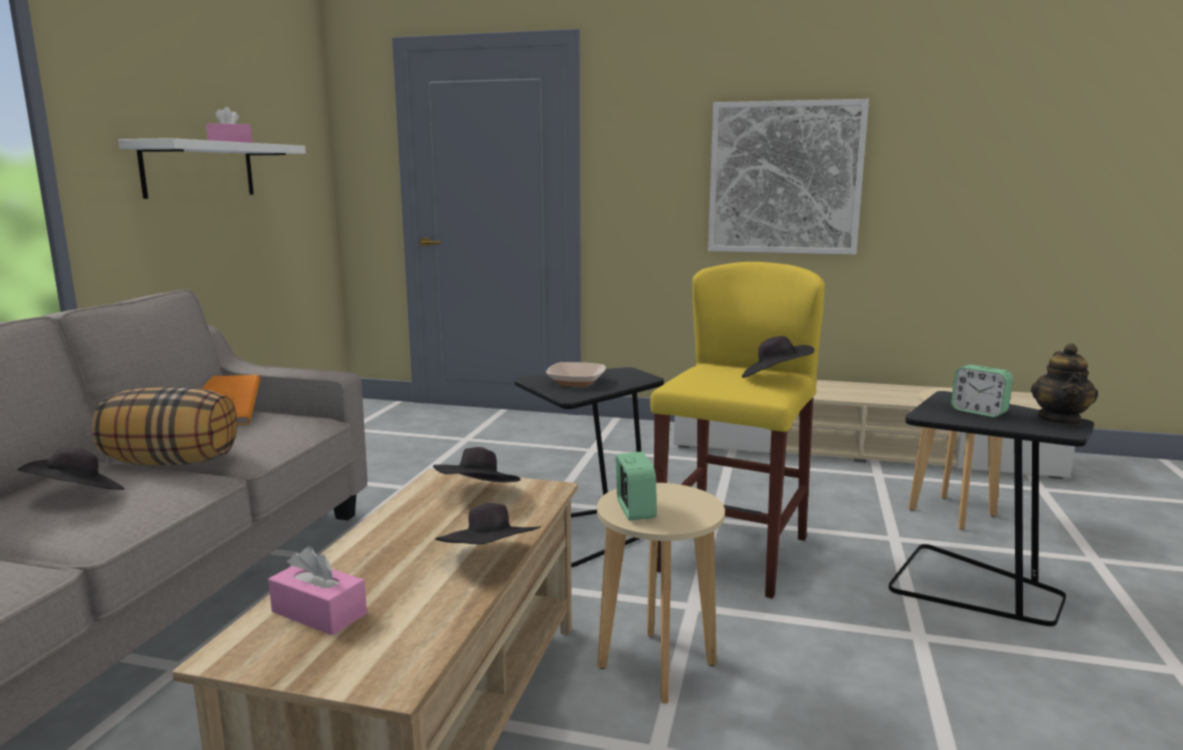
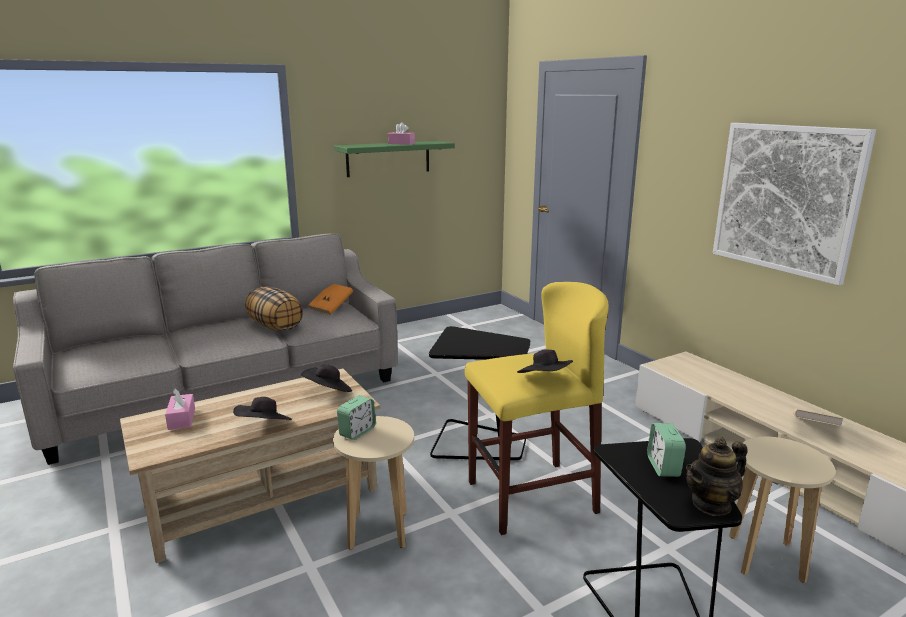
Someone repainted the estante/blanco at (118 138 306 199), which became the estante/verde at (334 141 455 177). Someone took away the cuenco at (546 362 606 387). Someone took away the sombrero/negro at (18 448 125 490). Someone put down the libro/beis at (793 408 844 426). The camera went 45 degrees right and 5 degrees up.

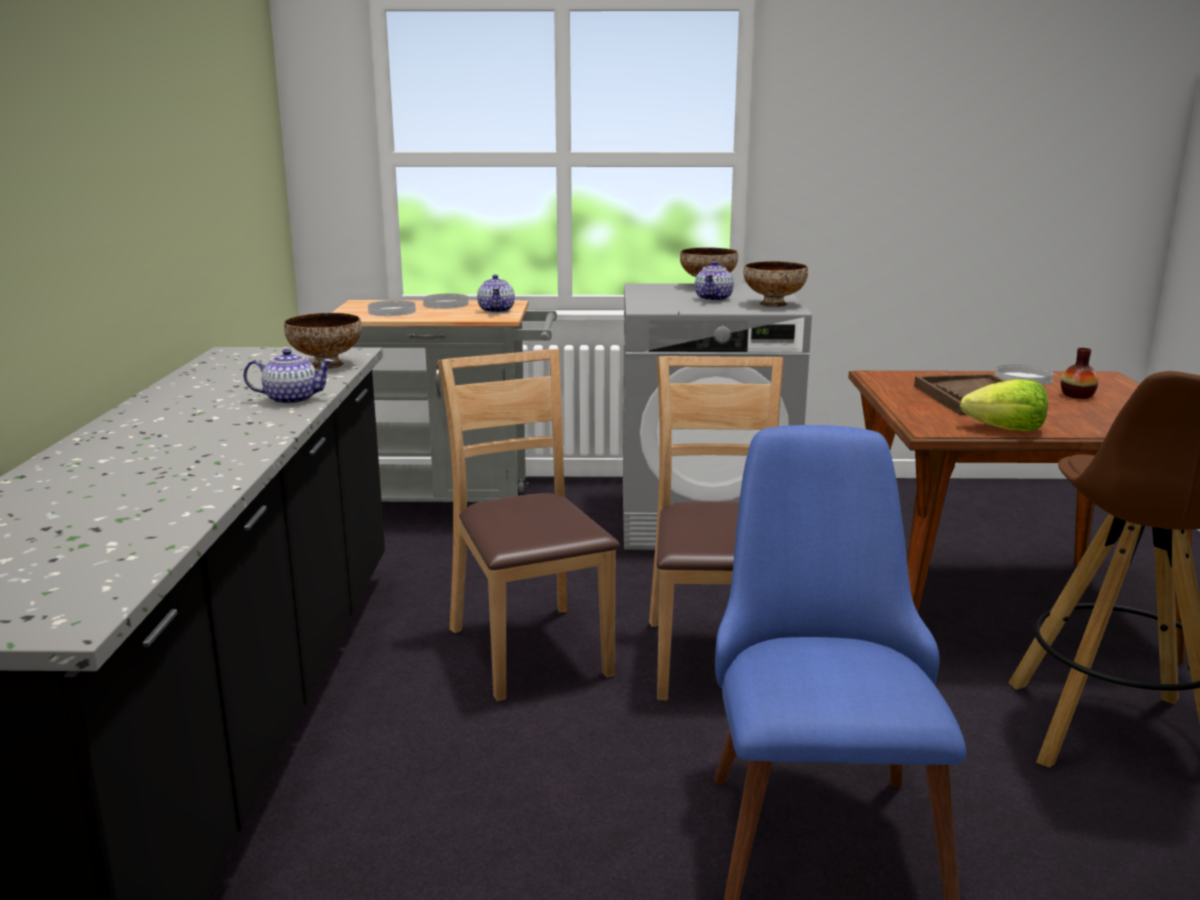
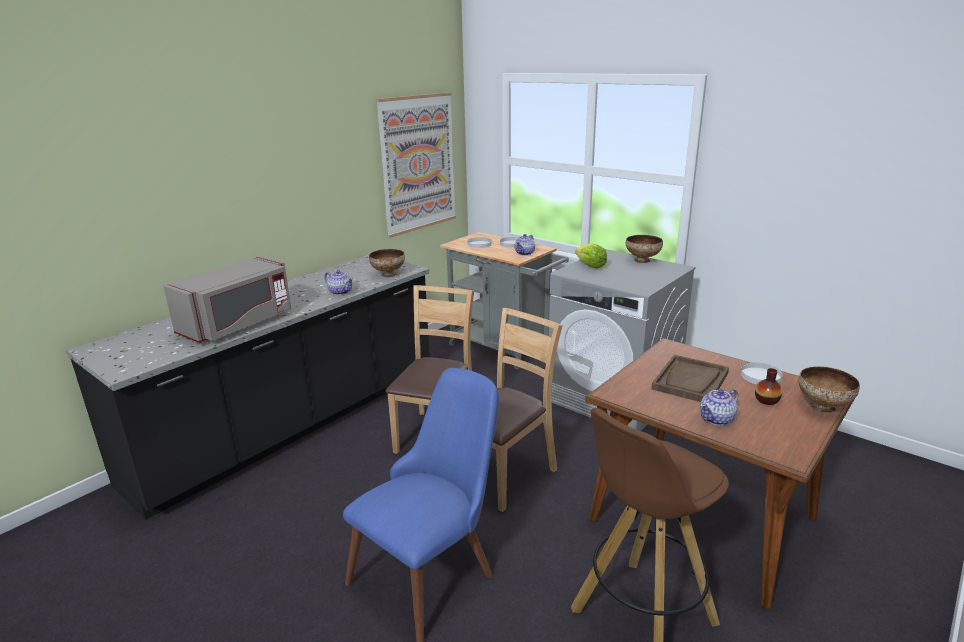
Someone carried the tetera from (695 261 734 301) to (700 389 738 426). Someone carried the cuenco from (744 261 808 307) to (799 366 860 413). Someone carried the lechuga from (960 379 1048 431) to (575 244 607 268). Someone put up the cuadro at (376 92 456 238). Someone put down the microondas/gris at (163 256 291 343). The camera went 40 degrees right and 5 degrees up.

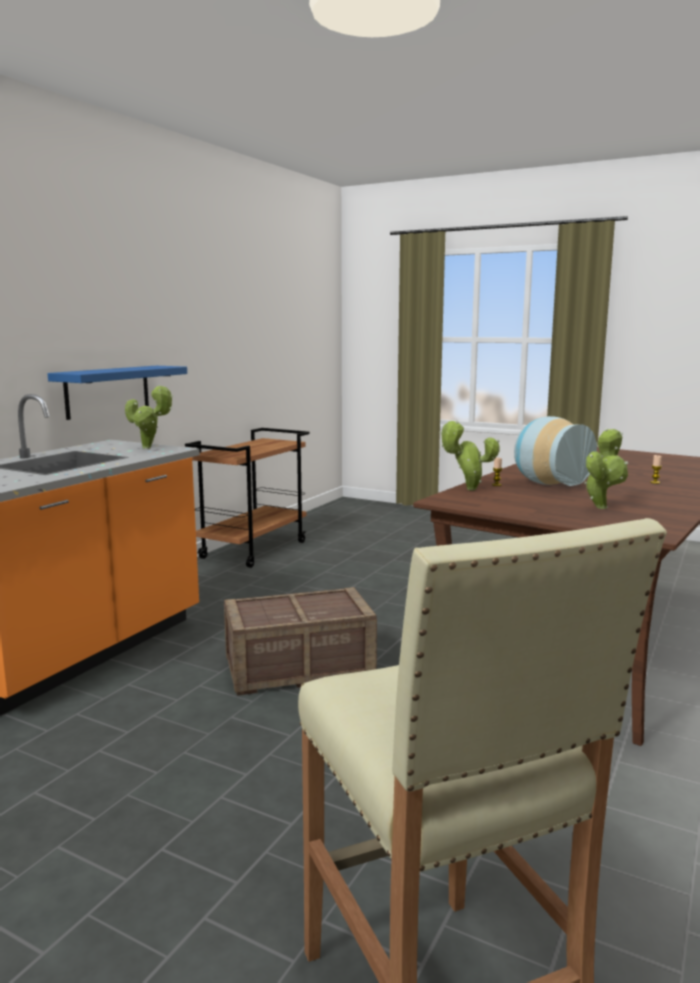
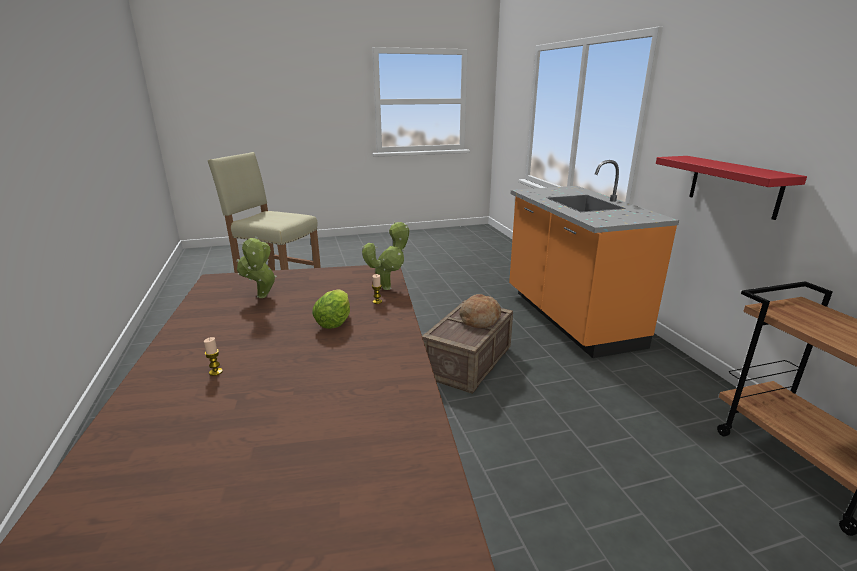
Someone repainted the estante/azul at (48 366 187 420), which became the estante/rojo at (656 156 807 220). Someone took away the planta en maceta at (125 385 173 449). Someone swapped the florero at (514 416 597 486) for the lechuga at (312 289 350 329). Someone put down the pan at (460 294 501 328). The camera went 135 degrees right and 10 degrees up.

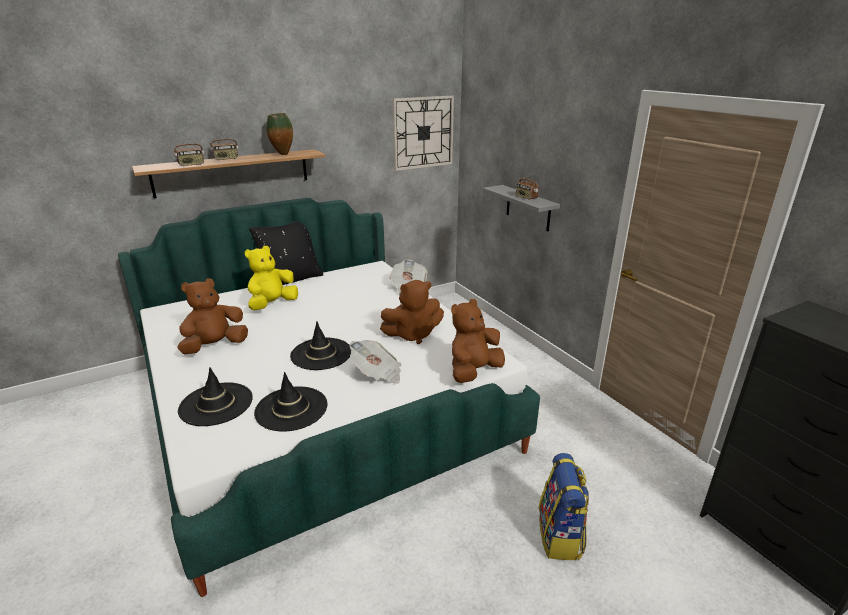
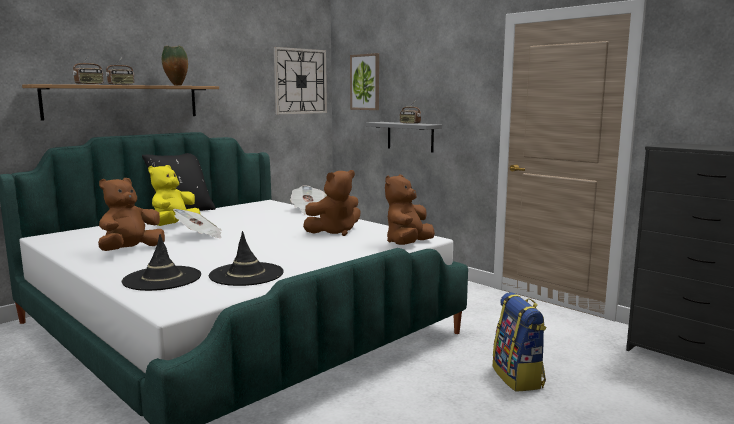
Someone took away the sombrero/negro at (290 321 351 370). Someone carried the periódico from (349 340 401 384) to (173 209 222 238). Someone put up the cuadro at (350 53 379 110). The camera went 15 degrees left and 15 degrees down.

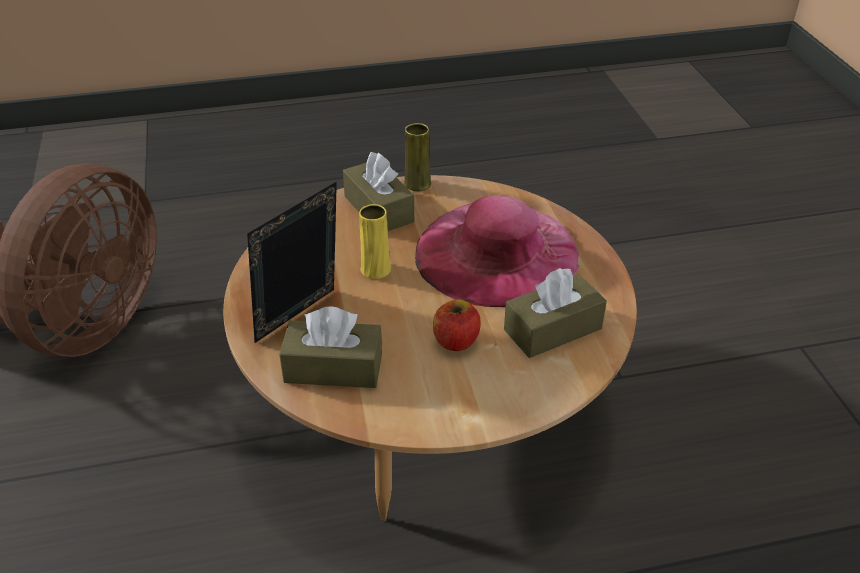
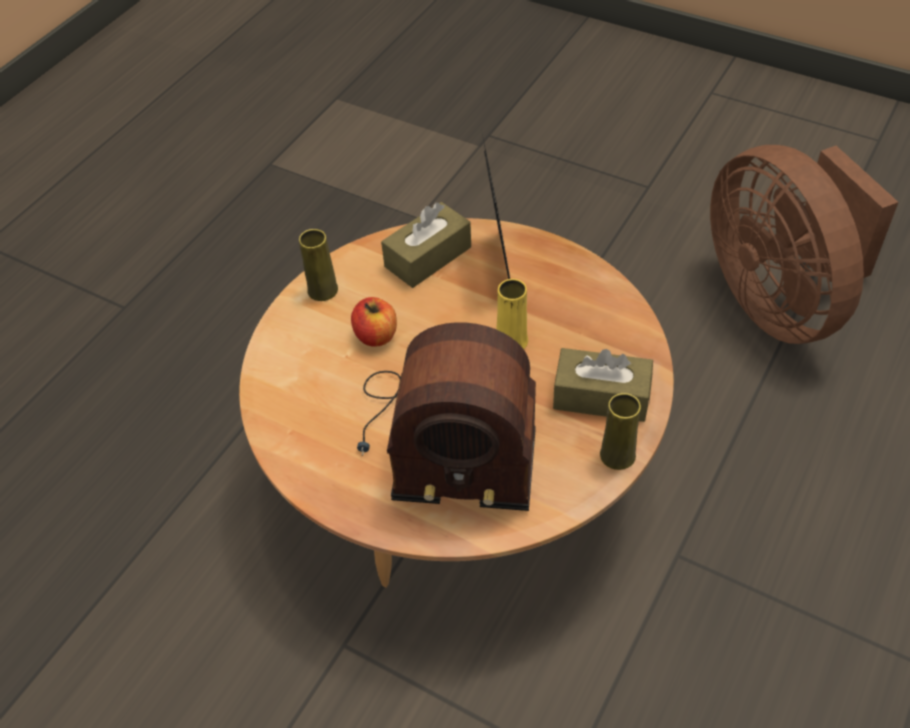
Someone swapped the sombrero/rosa at (415 195 579 307) for the radio at (357 322 536 511). Someone took away the caja de pañuelos/marrón at (504 268 607 358). Someone put down the florero/amarillo at (299 229 338 301). The camera went 135 degrees right and 10 degrees up.

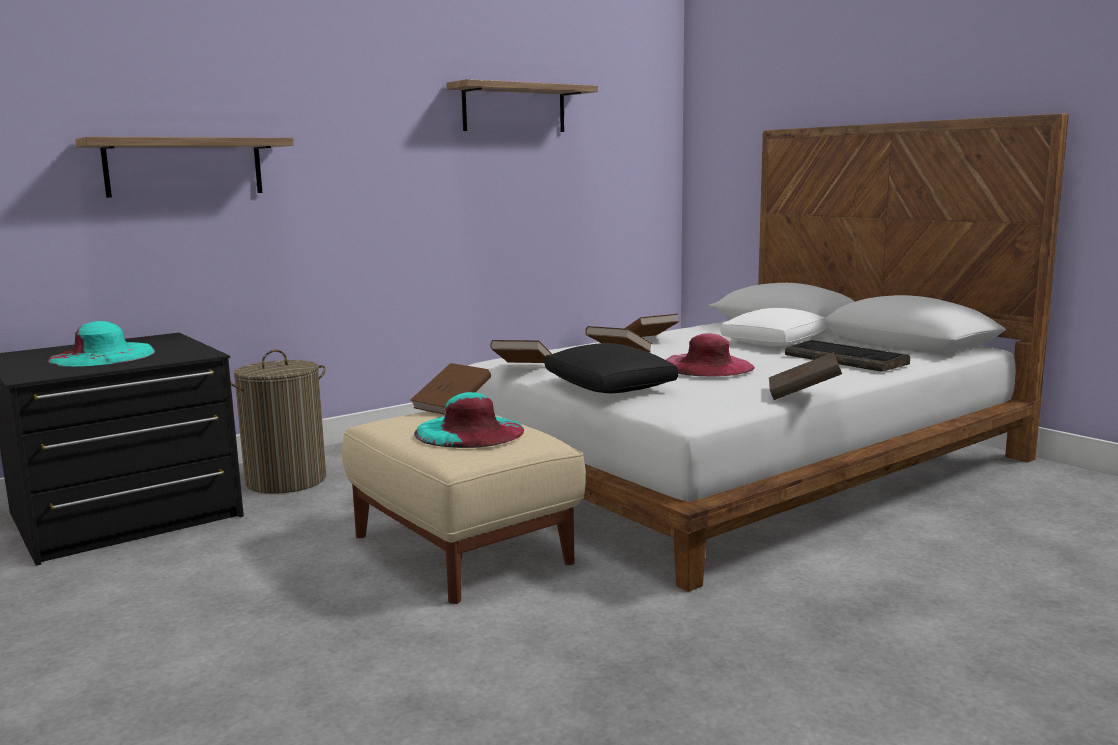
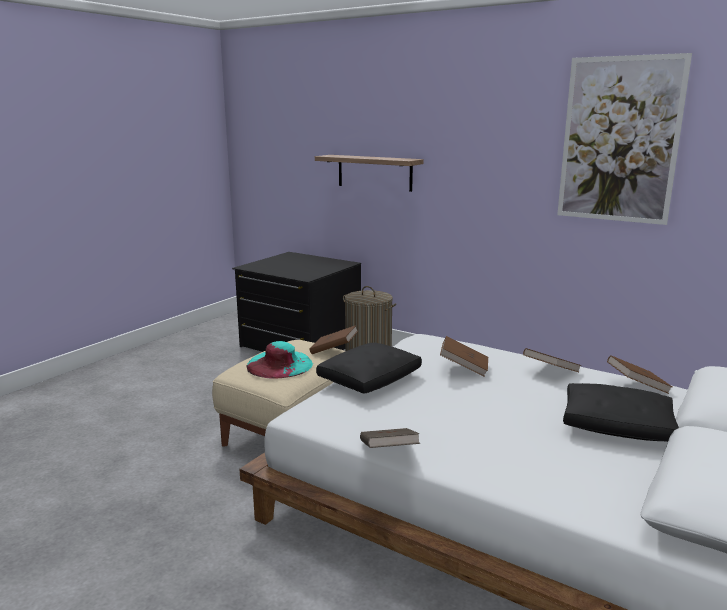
Someone swapped the estante at (446 79 598 132) for the cuadro at (557 53 692 225). Someone repainted the cojín/blanco at (721 308 827 346), which became the cojín/negro at (563 383 679 442). Someone took away the sombrero/turquesa at (48 321 155 366). Someone took away the sombrero/rosa at (666 333 755 376). Someone carried the libro/marrón from (490 340 552 363) to (607 356 672 394). Someone took away the teclado at (785 340 910 372). The camera went 70 degrees right and 5 degrees up.

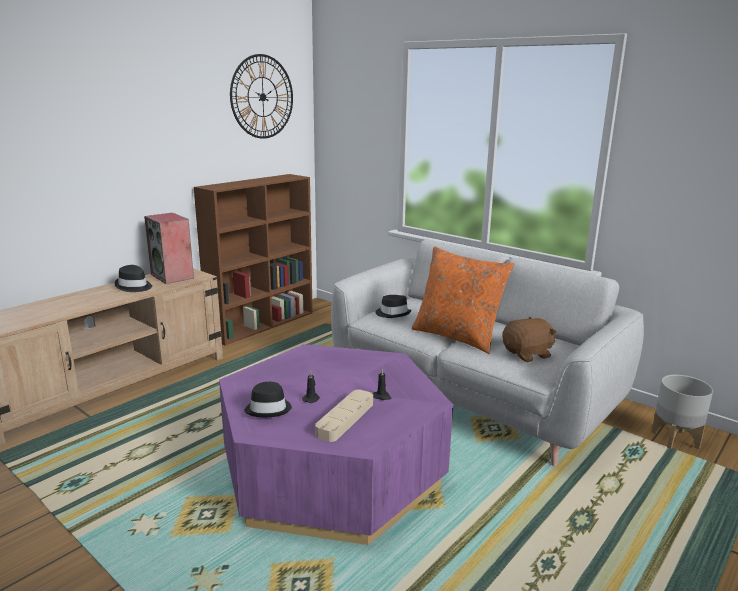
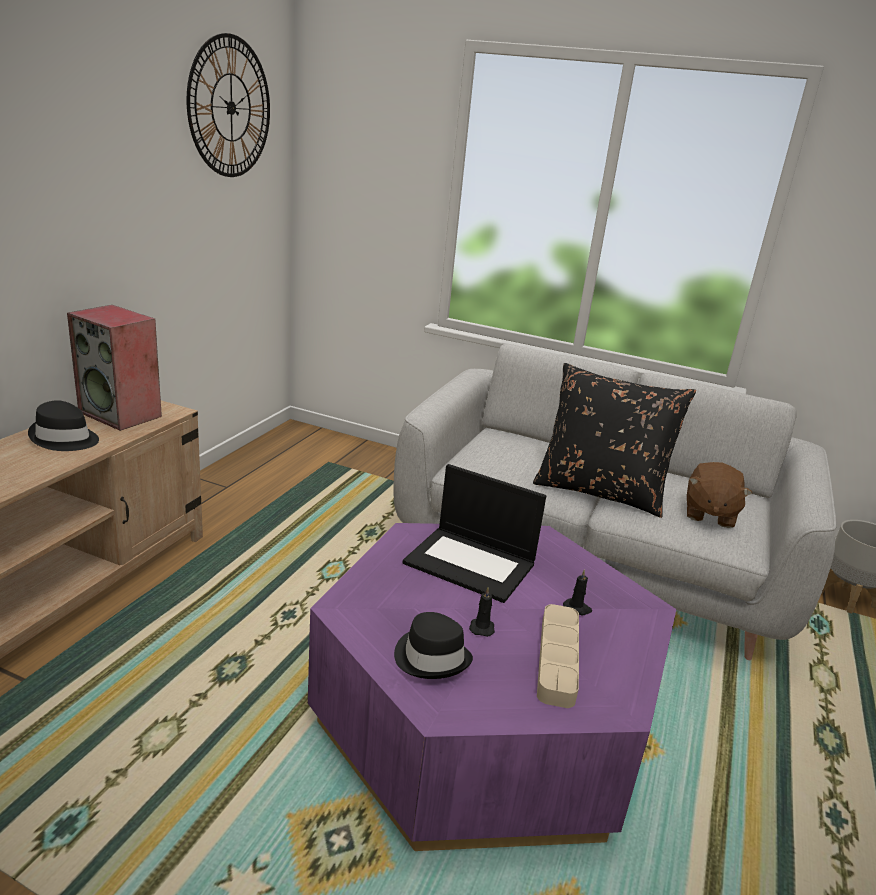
Someone took away the estantería/marrón at (194 174 313 346). Someone repainted the cojín/naranja at (412 247 514 354), which became the cojín/negro at (533 363 696 518). Someone took away the sombrero/negro at (376 295 411 318). Someone rotated the peluche/marrón at (502 316 557 362) by 150 degrees clockwise. Someone put down the portátil at (403 464 546 603). The camera went 20 degrees left and 5 degrees up.

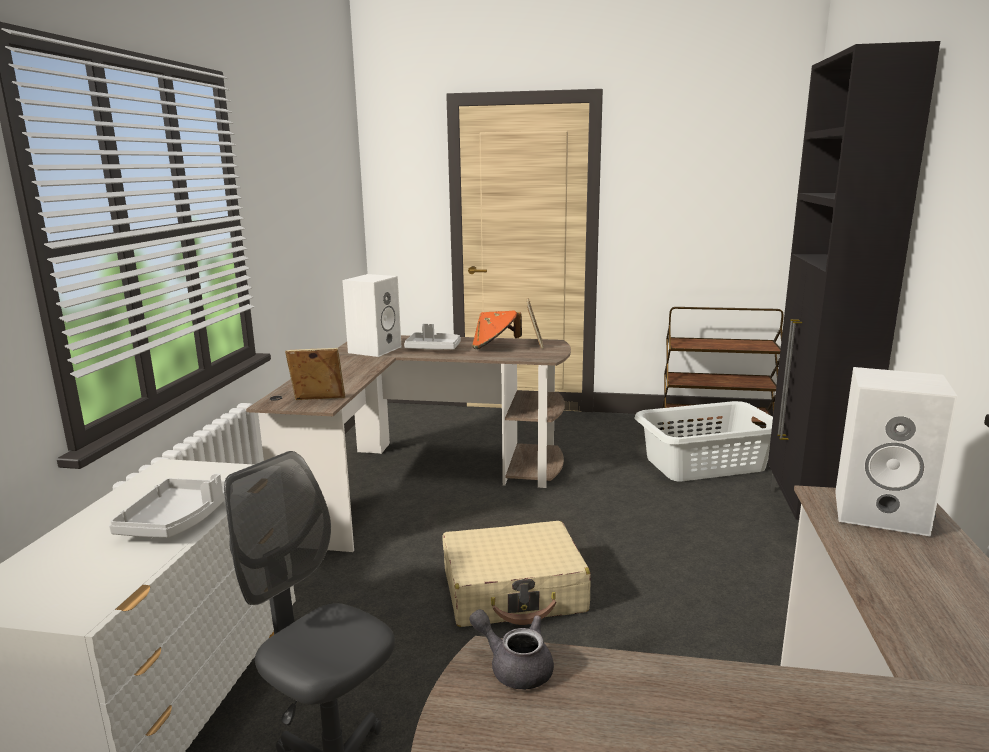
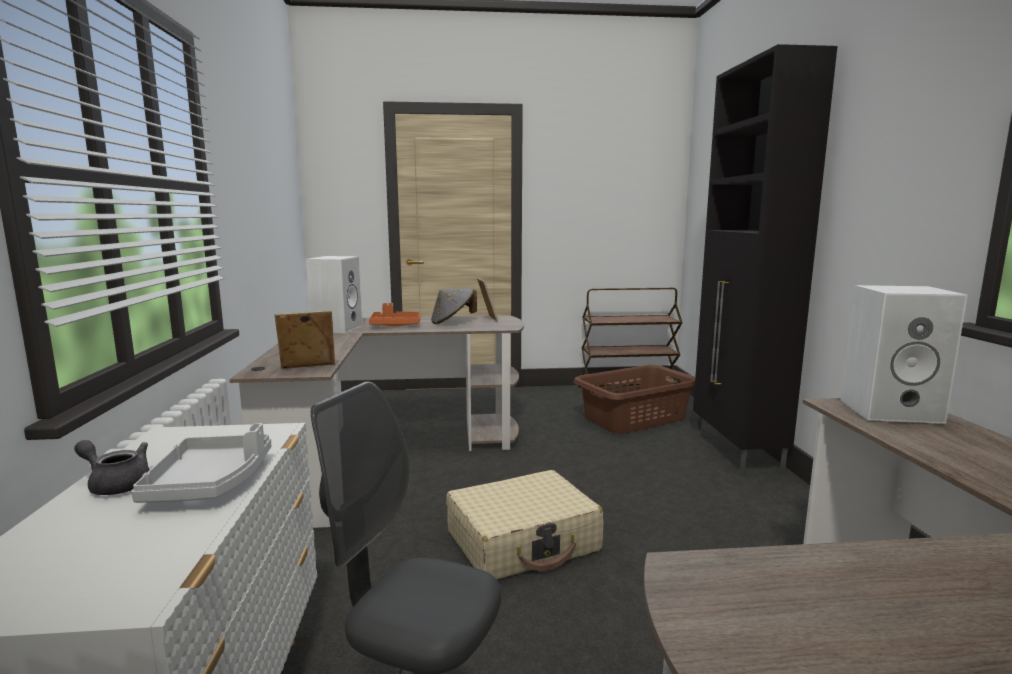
Someone repainted the sombrero/naranja at (472 310 522 349), which became the sombrero/gris at (431 288 477 324). Someone repainted the bandeja/gris at (404 324 461 350), which became the bandeja/naranja at (369 303 420 326). Someone repainted the cesto de la ropa/blanco at (634 401 773 482), which became the cesto de la ropa/marrón at (574 365 695 434). Someone carried the tetera/gris from (469 609 554 689) to (74 440 150 495). The camera went 15 degrees left and 5 degrees down.

